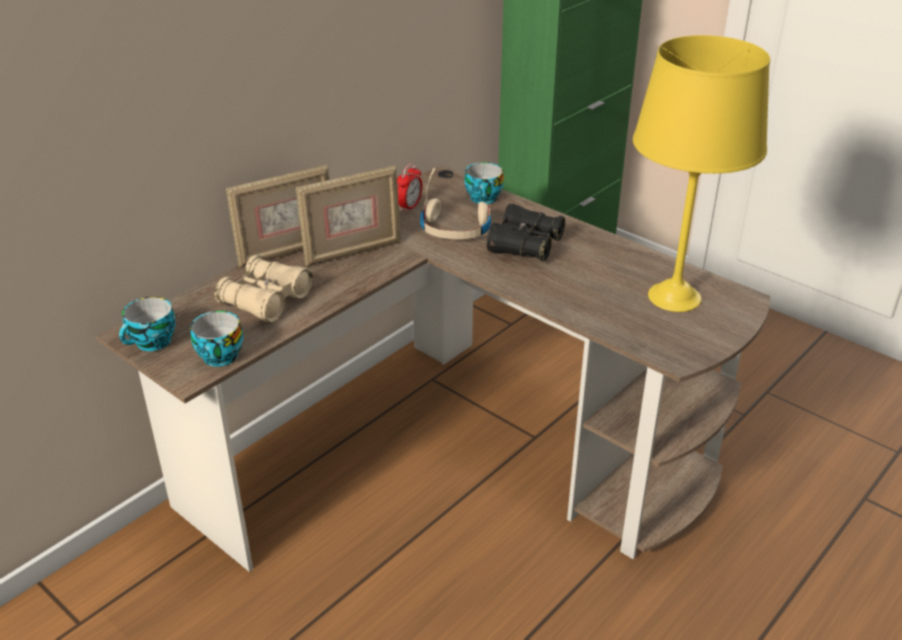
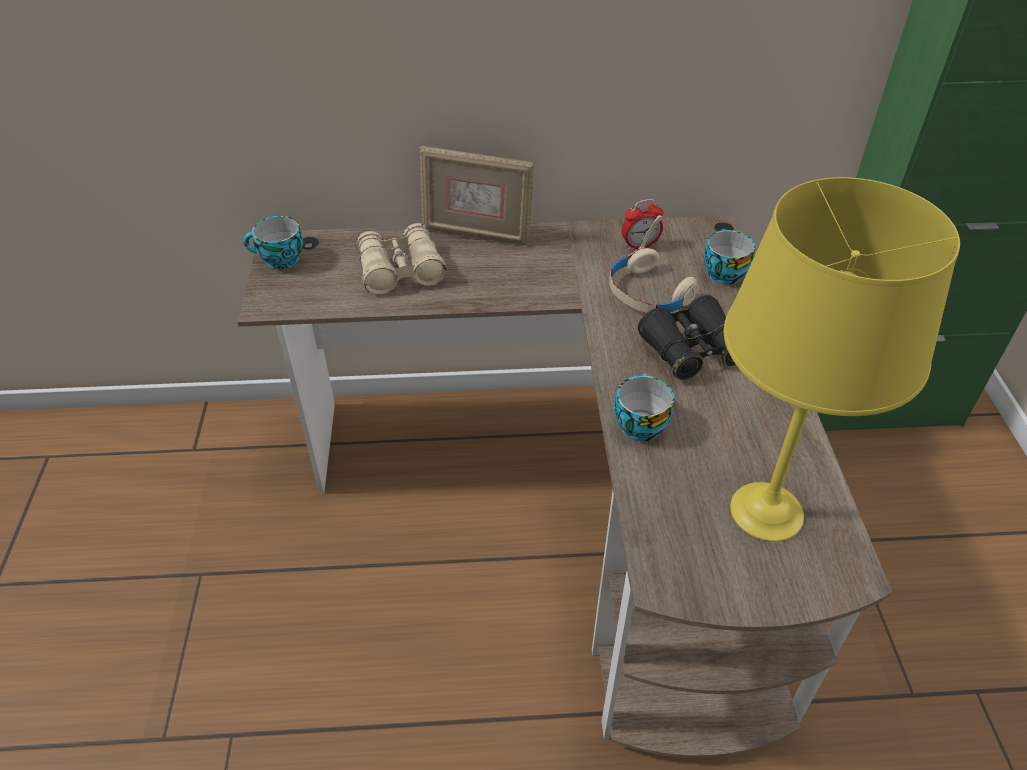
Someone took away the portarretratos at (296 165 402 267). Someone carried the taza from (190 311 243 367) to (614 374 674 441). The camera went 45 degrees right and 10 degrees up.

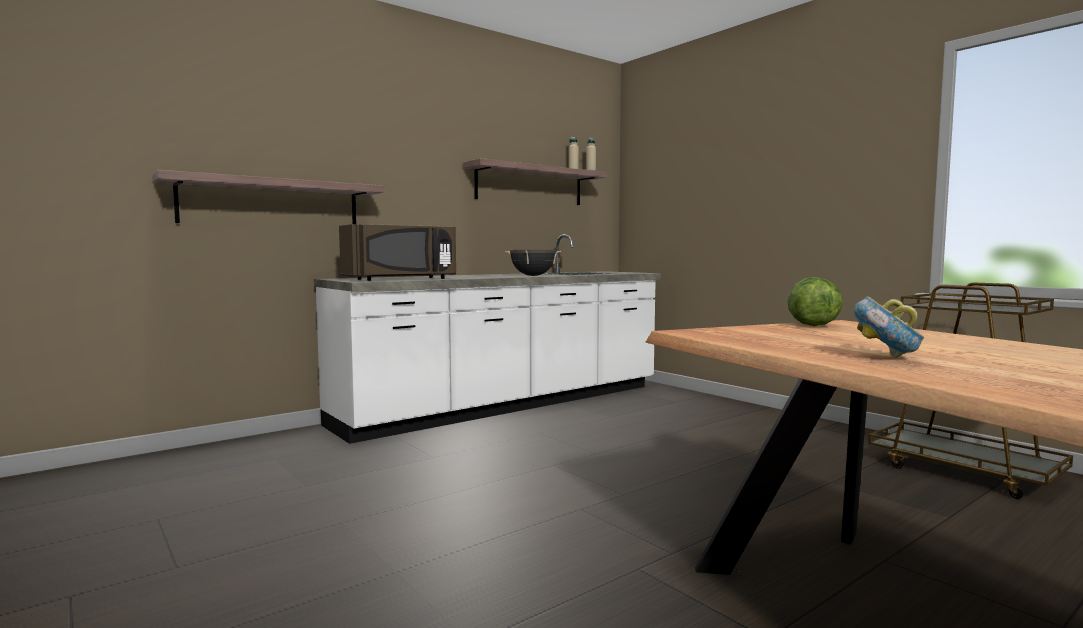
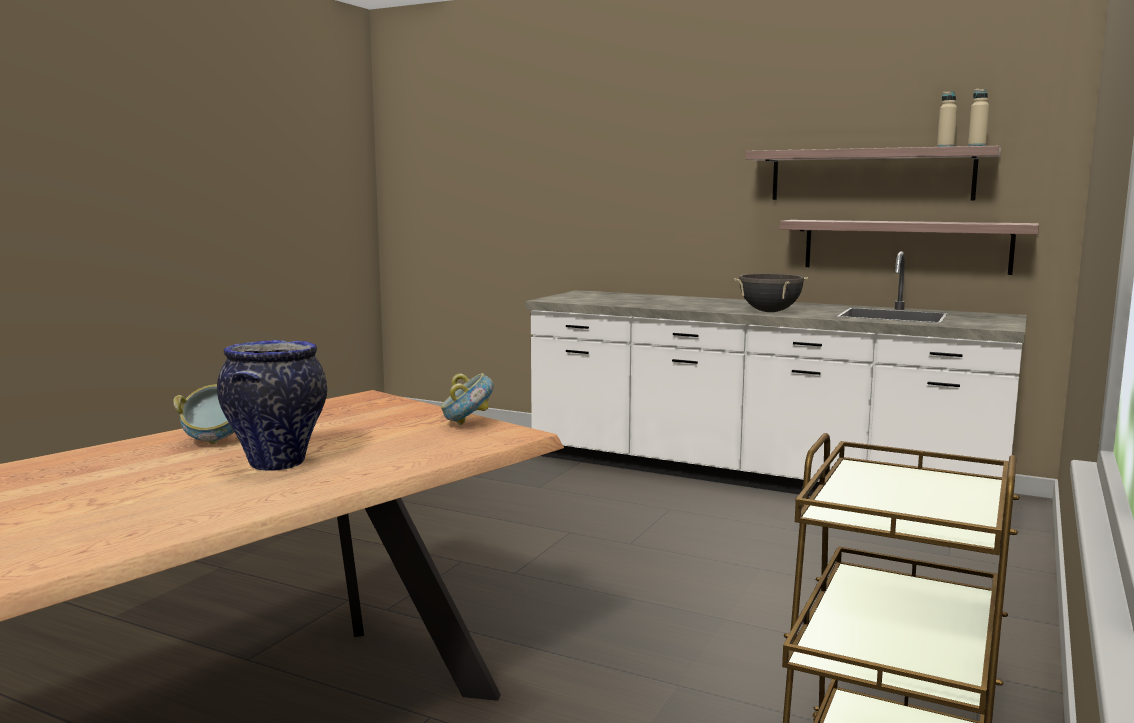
Someone carried the estante from (152 170 384 224) to (780 220 1039 275). Someone took away the microondas/marrón at (339 224 456 281). Someone swapped the lechuga at (787 277 843 326) for the cuenco at (441 373 494 425). Someone put down the florero at (217 340 327 471). The camera went 65 degrees right and 5 degrees up.

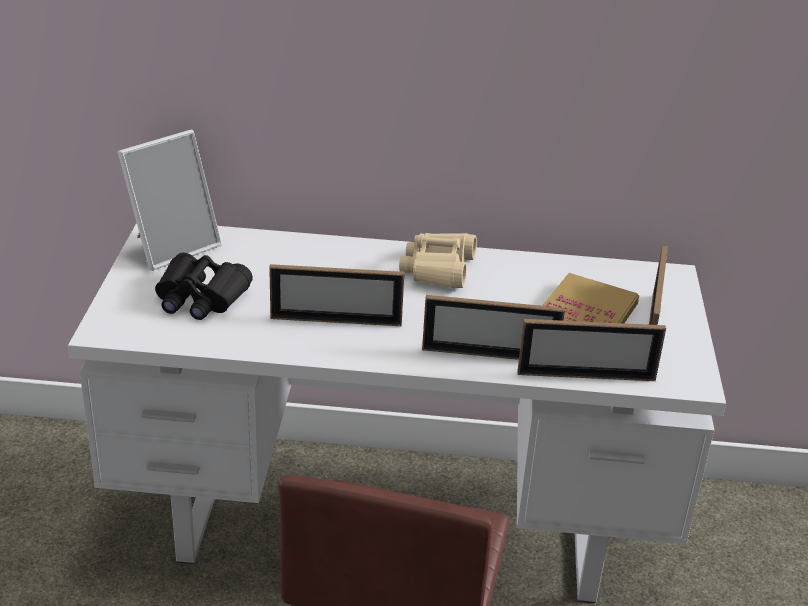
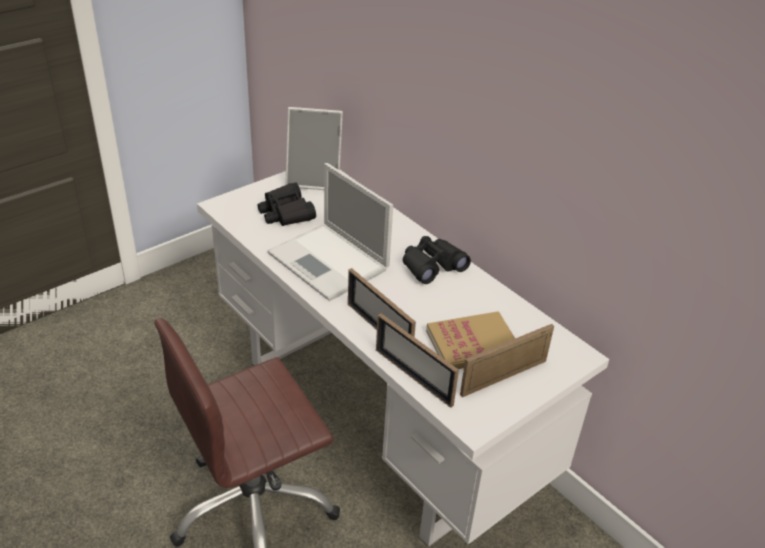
Someone repainted the prismáticos/beis at (399 233 477 288), which became the prismáticos/negro at (403 236 471 284). Someone swapped the portarretratos at (269 264 404 326) for the portátil at (267 163 393 301). The camera went 45 degrees right and 5 degrees up.

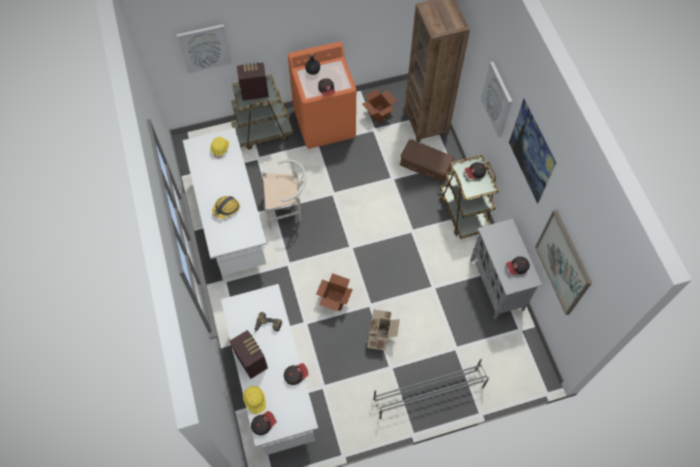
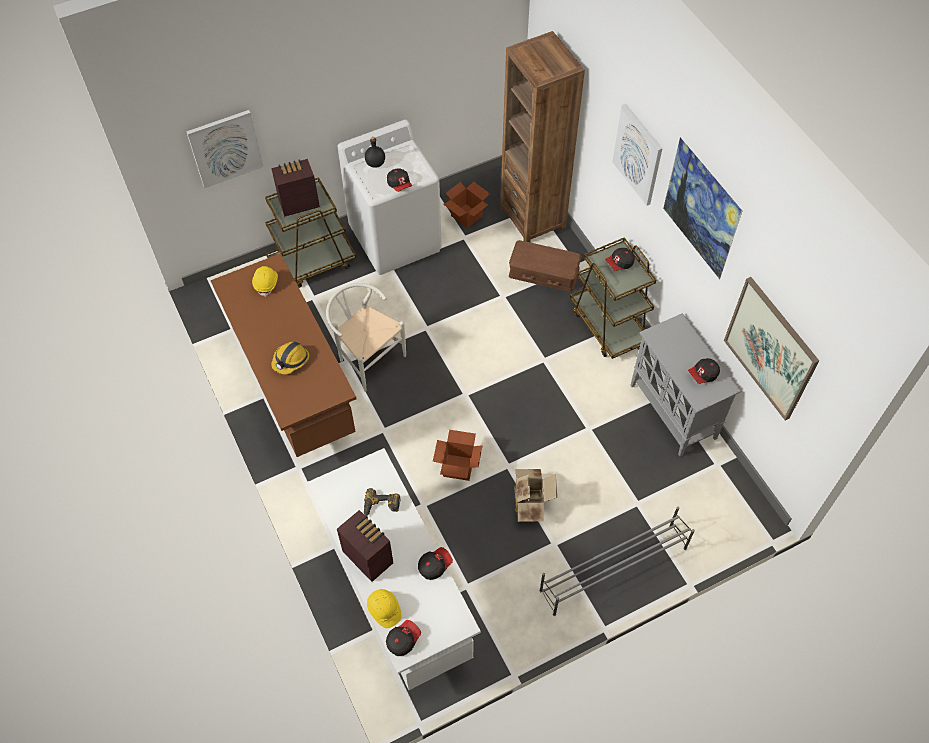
Someone repainted the lavadora/naranja at (288 42 356 149), which became the lavadora/blanco at (338 120 442 275). Someone repainted the escritorio/blanco at (183 128 267 276), which became the escritorio/marrón at (211 253 356 457). Someone rotated the silla/blanco at (262 159 306 229) by 120 degrees counterclockwise. The camera went 10 degrees left and 5 degrees down.

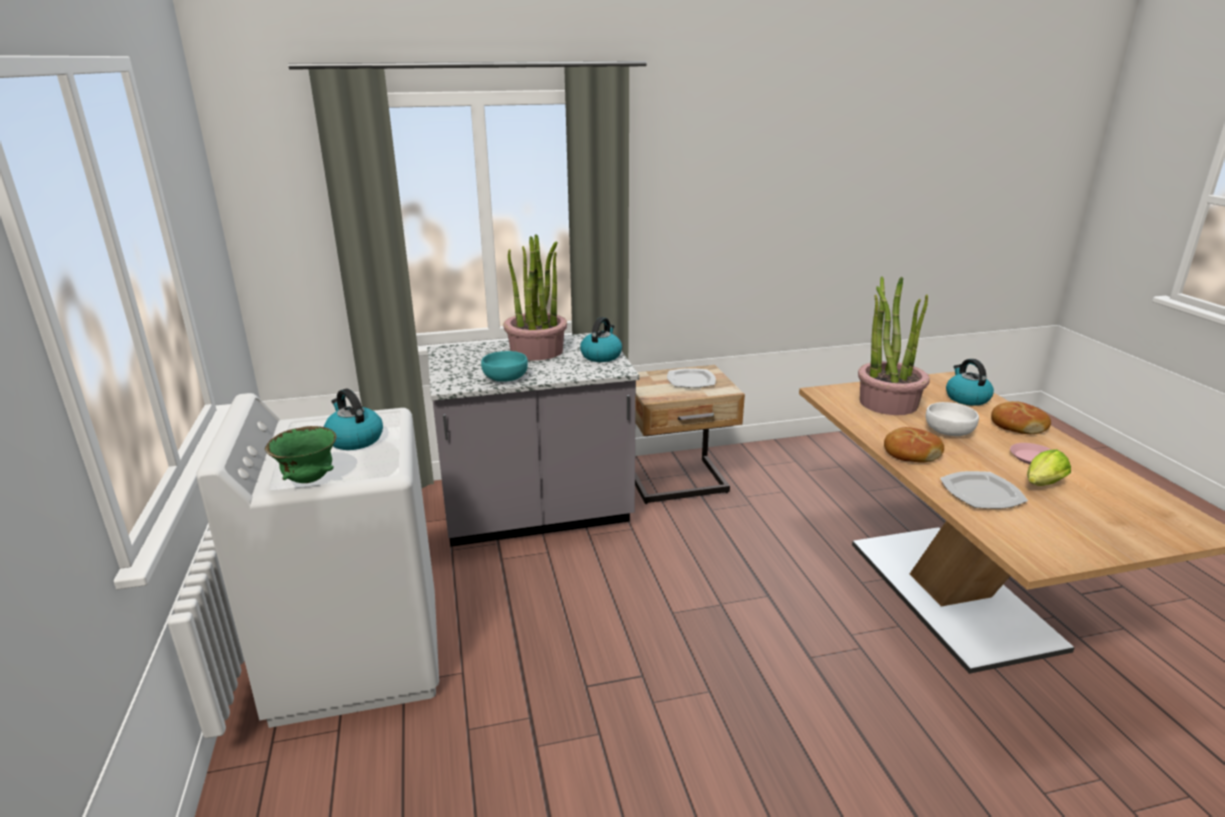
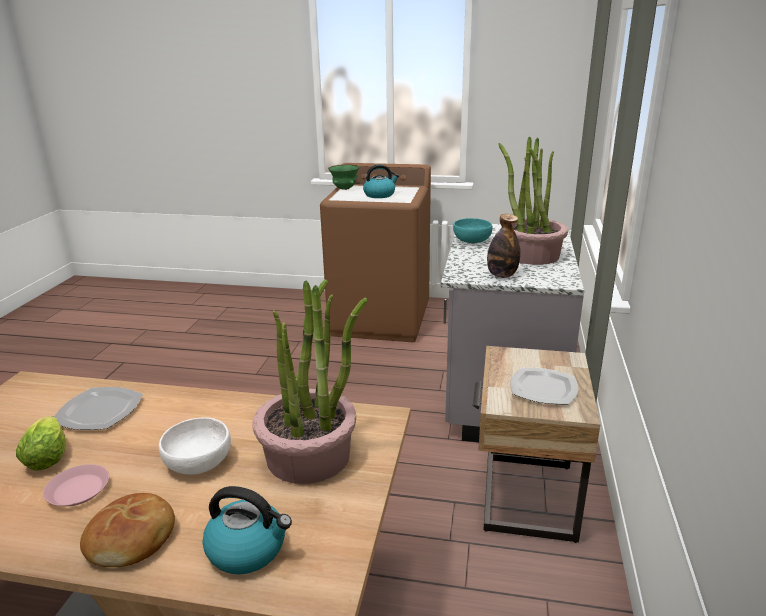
Someone swapped the hervidor at (580 317 622 362) for the botella at (487 214 520 278). Someone repainted the lavadora/blanco at (196 393 439 728), which became the lavadora/marrón at (320 163 431 342). Someone took away the pan at (884 427 944 463). The camera went 115 degrees right and 0 degrees up.

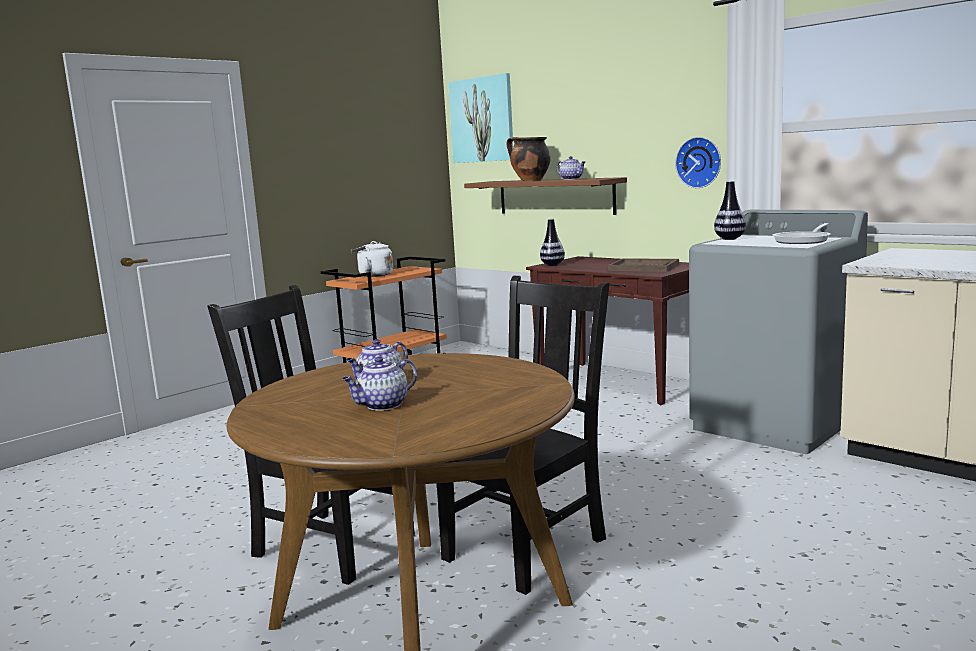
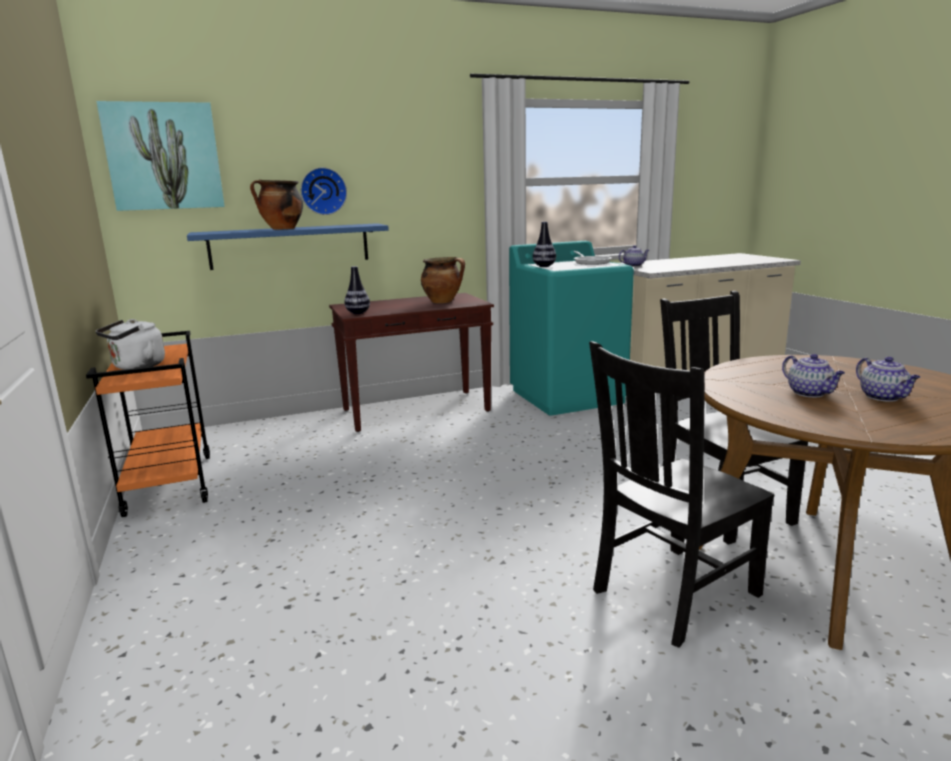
Someone carried the reloj de pared from (675 137 721 188) to (301 167 347 215). Someone carried the tetera from (557 156 586 180) to (618 245 649 267). Someone repainted the estante/marrón at (464 177 627 215), which became the estante/azul at (187 223 389 270). Someone repainted the lavadora/gris at (689 210 868 454), which became the lavadora/turquesa at (509 241 634 415). Someone swapped the bandeja/marrón at (608 258 679 272) for the olla at (421 257 465 303). The camera went 65 degrees left and 5 degrees up.

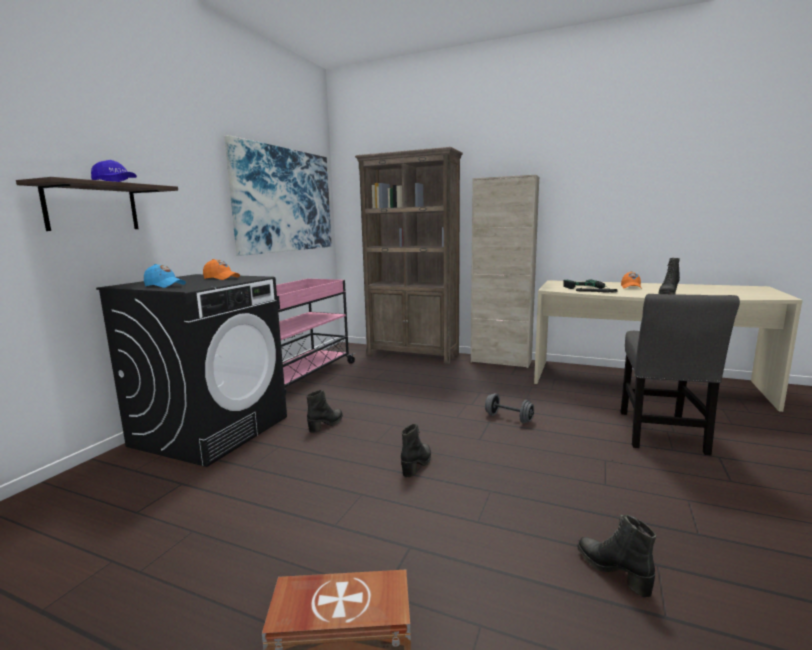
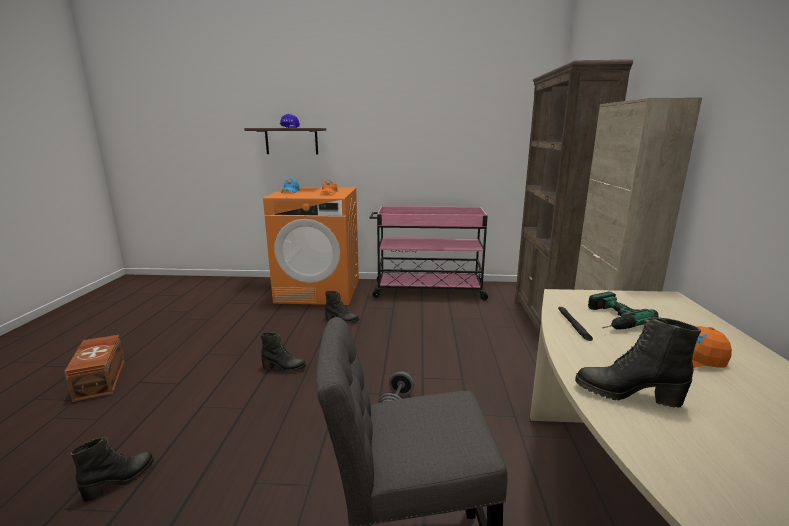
Someone took away the cuadro at (224 135 332 256). Someone repainted the lavadora/negro at (96 274 287 467), which became the lavadora/naranja at (263 187 359 305). The camera went 70 degrees right and 5 degrees up.

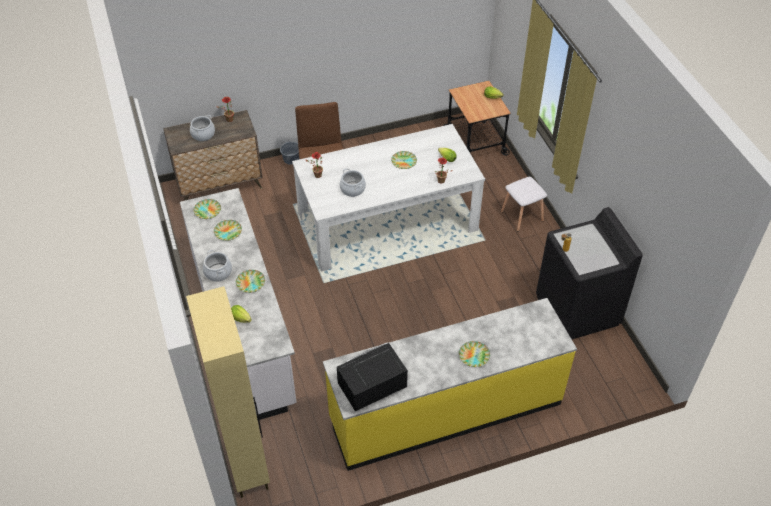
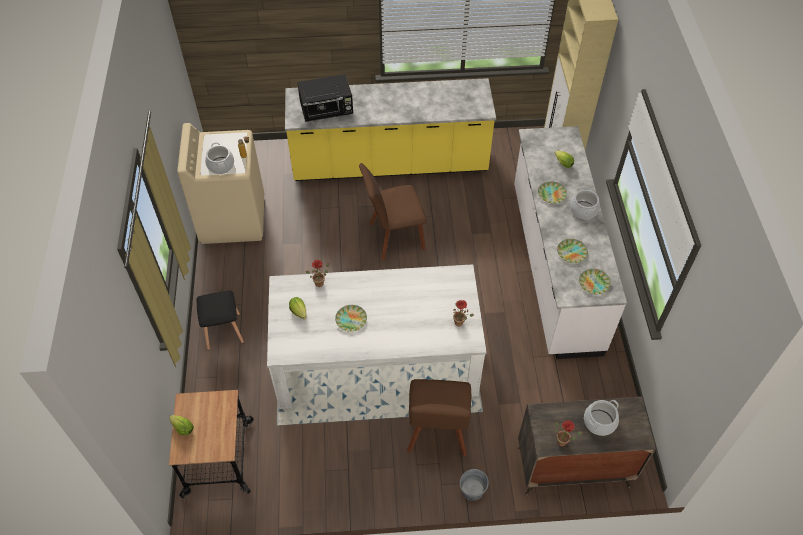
Someone carried the olla from (340 169 366 197) to (205 142 234 174). Someone repainted the taburete/blanco at (501 177 547 232), which became the taburete/negro at (197 290 244 350). Someone repainted the lavadora/negro at (536 207 643 339), which became the lavadora/beis at (177 123 264 244). Someone took away the plato at (459 341 490 367). Someone carried the microondas/negro from (337 342 408 411) to (297 74 353 122). Someone put down the silla/marrón at (359 163 427 261). The camera went 165 degrees left and 5 degrees up.

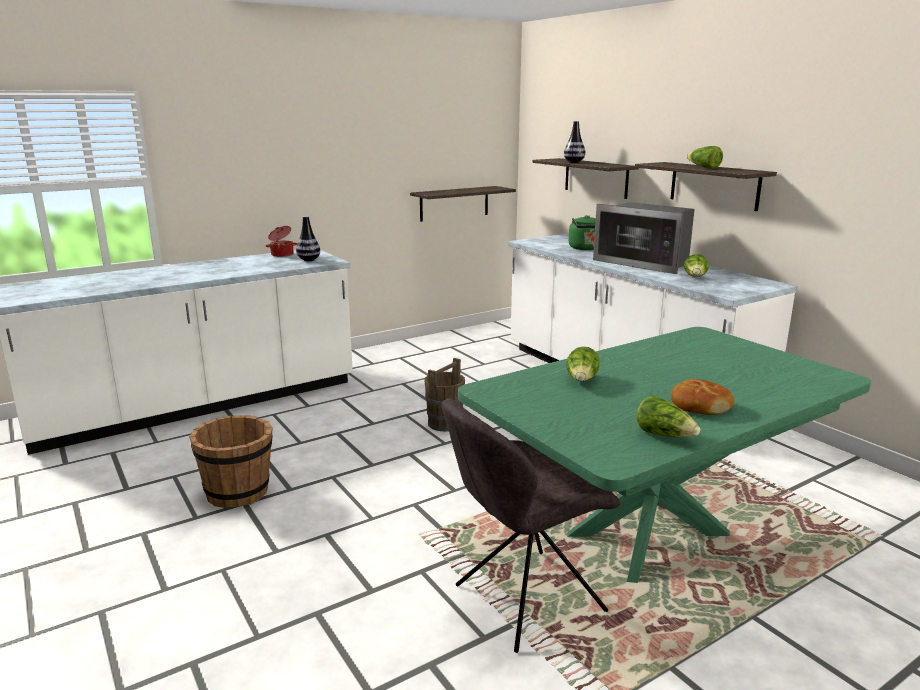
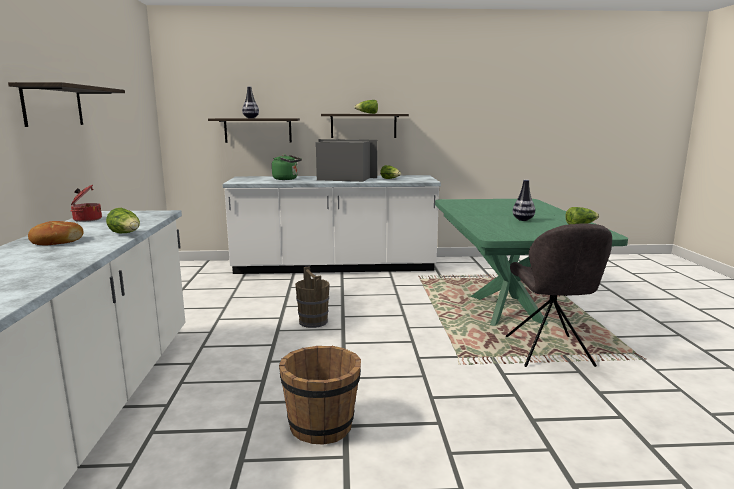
Someone carried the estante from (410 186 516 222) to (8 82 125 127). Someone rotated the microondas at (593 202 695 274) by 150 degrees counterclockwise. Someone carried the florero from (296 216 320 261) to (513 180 535 221). Someone carried the lechuga from (567 346 599 381) to (106 208 140 233). Someone carried the pan from (671 379 734 415) to (28 221 84 245). The camera went 60 degrees left and 5 degrees down.

